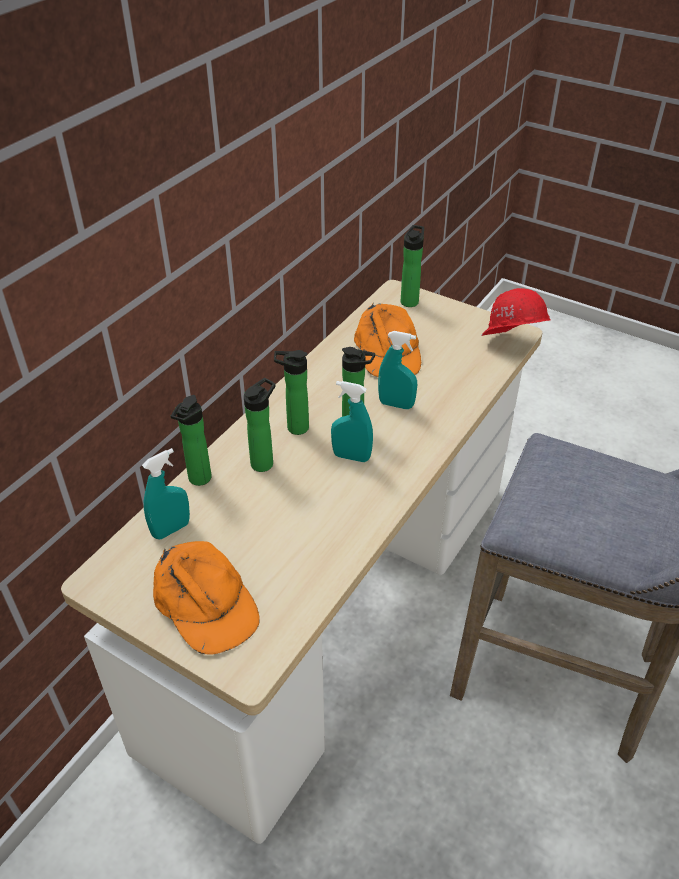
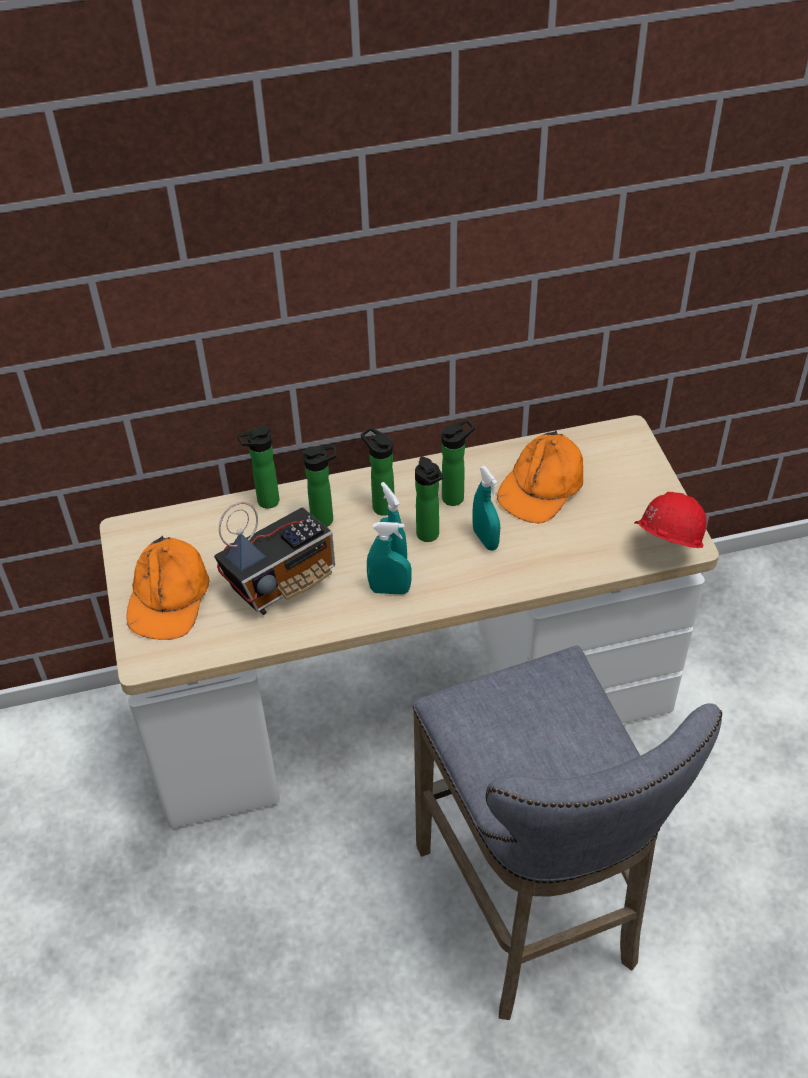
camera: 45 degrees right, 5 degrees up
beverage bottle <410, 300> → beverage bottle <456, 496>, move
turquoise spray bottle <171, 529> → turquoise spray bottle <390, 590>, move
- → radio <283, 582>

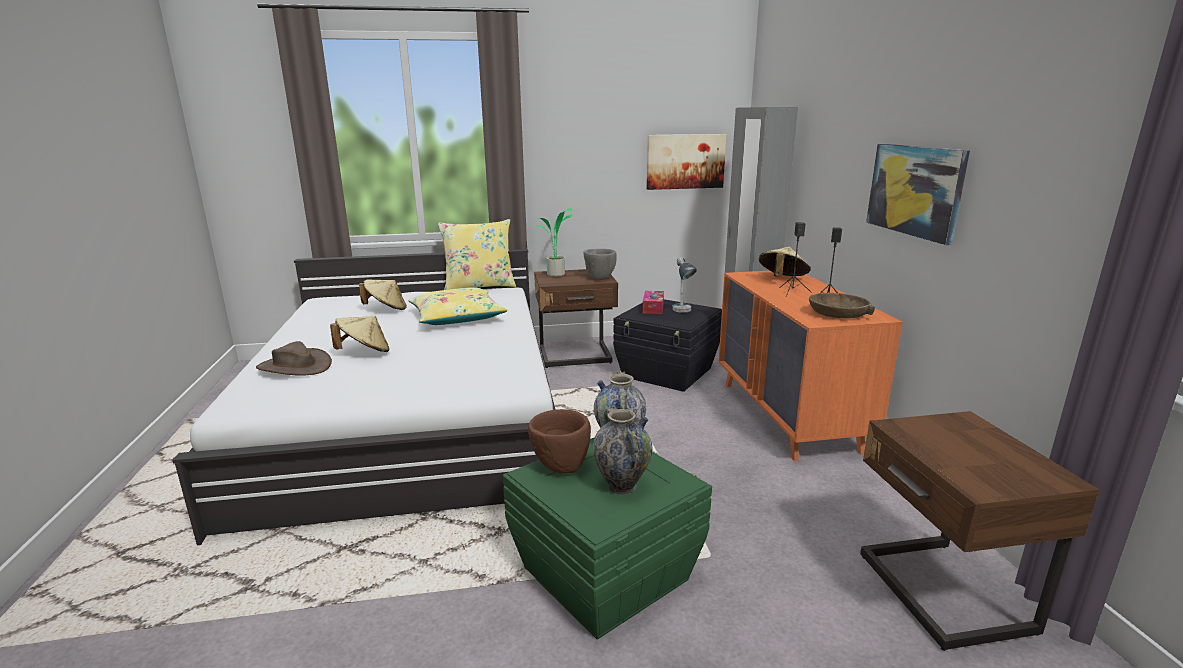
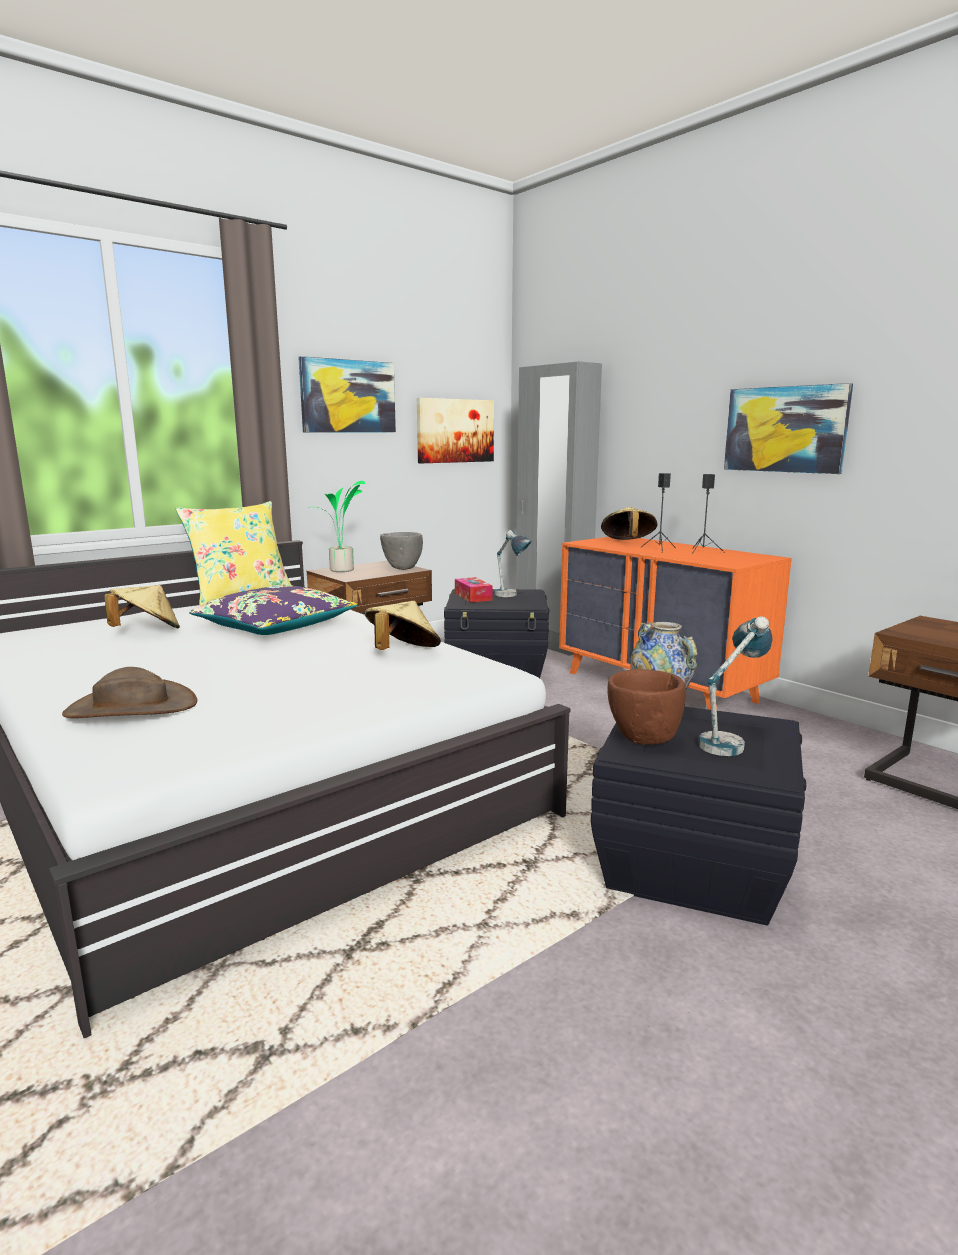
camera: 30 degrees left, 5 degrees down
yellow-coloured pillow <457, 317> → purple-coloured pillow <275, 626>
brown-coloured deep dish <838, 314> → -
beige wearable hat <364, 352> → beige wearable hat <402, 653>, move
flower vase <621, 486> → lamp for a table <729, 741>
green storage bin <605, 572> → black-coloured storage bin <690, 864>
- → wall art <348, 396>

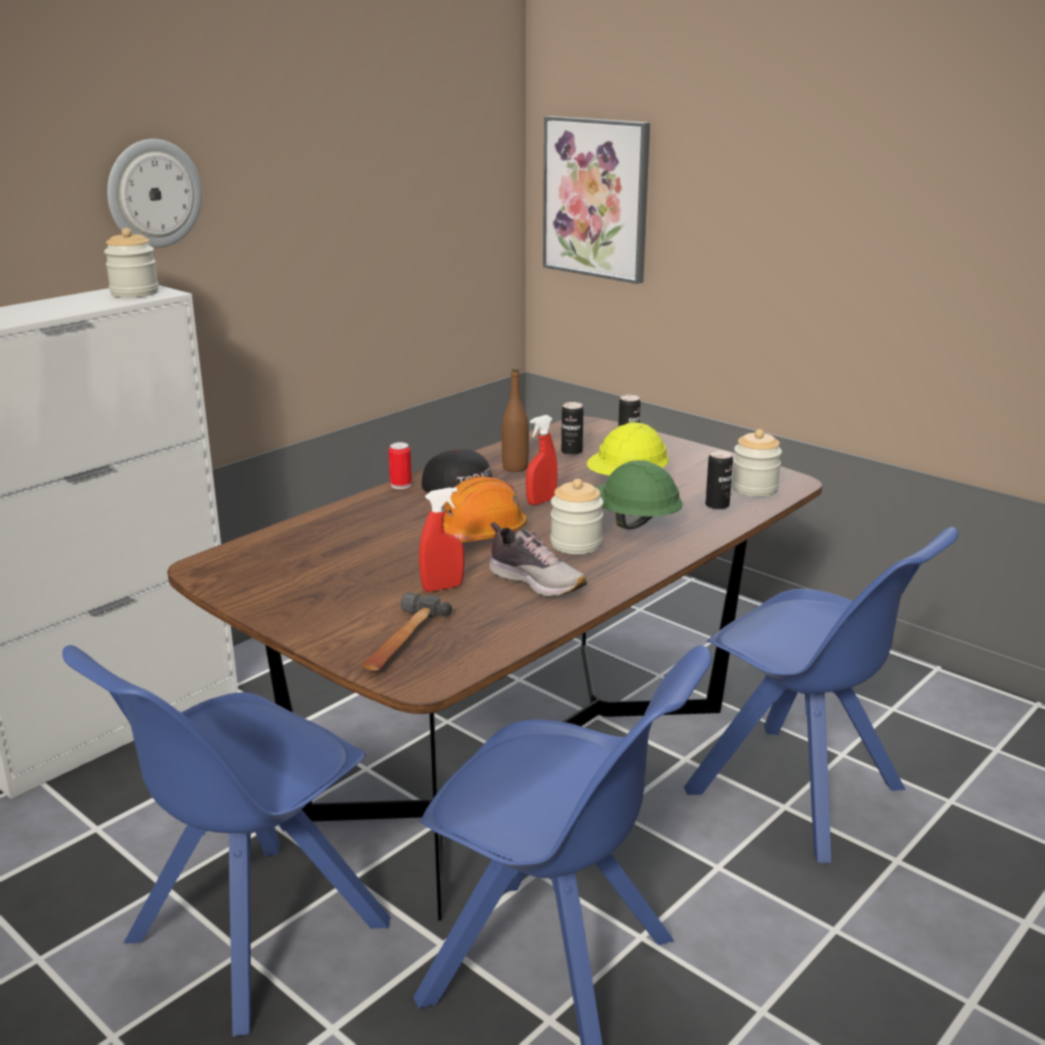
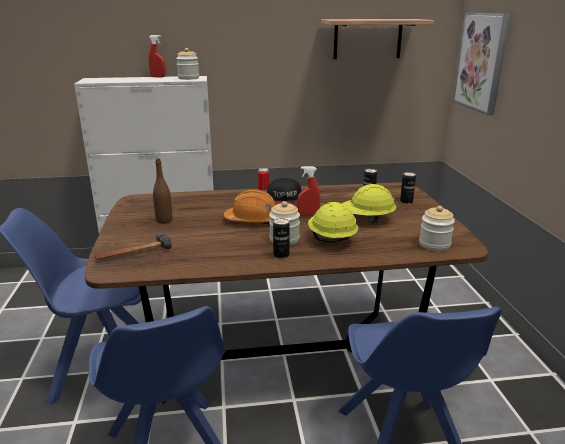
camera: 40 degrees right, 0 degrees up
clock on the wall <153, 193> → -
brown-coloured beverage bottle <515, 468> → brown-coloured beverage bottle <164, 221>, move
metal can <717, 505> → metal can <281, 255>, move
green safety helmet <633, 523> → yellow-coloured safety helmet <331, 239>
red spray bottle <442, 587> → red spray bottle <158, 77>, move
low shoe <537, 581> → -
- → shelf <367, 39>

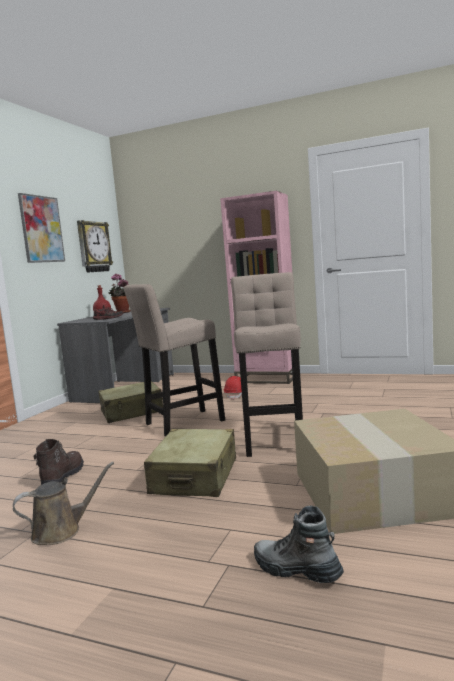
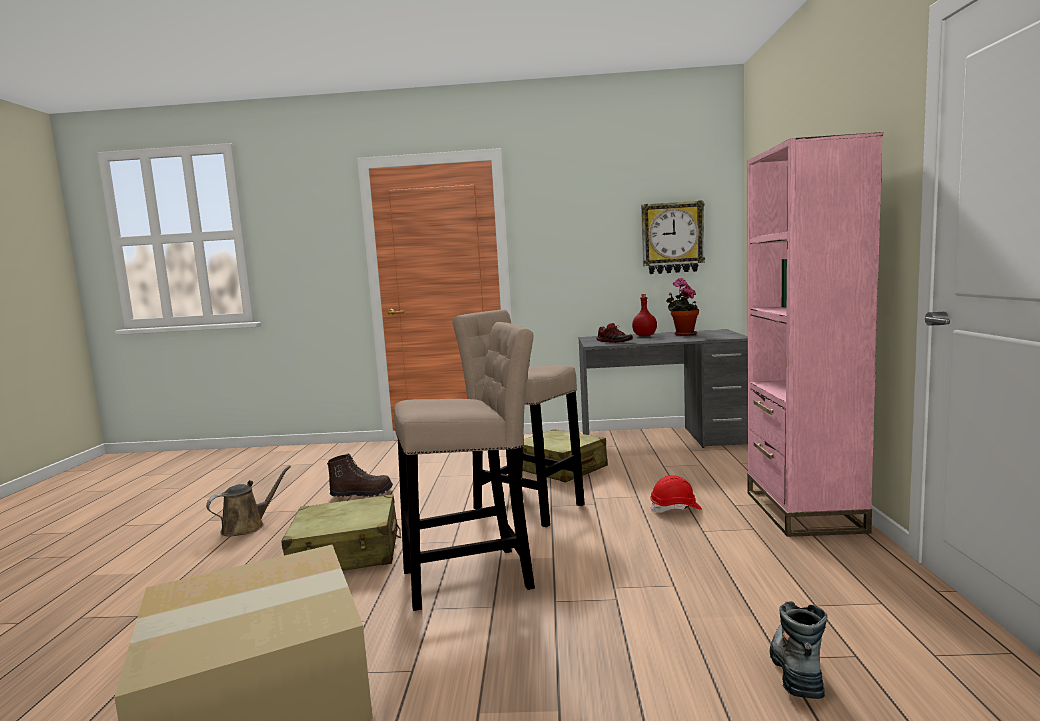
camera: 70 degrees right, 0 degrees up
wall art <41, 229> → -
brown-coloured watering can <61, 531> → brown-coloured watering can <247, 526>, 90 degrees counterclockwise
boot <296, 570> → boot <796, 670>, move

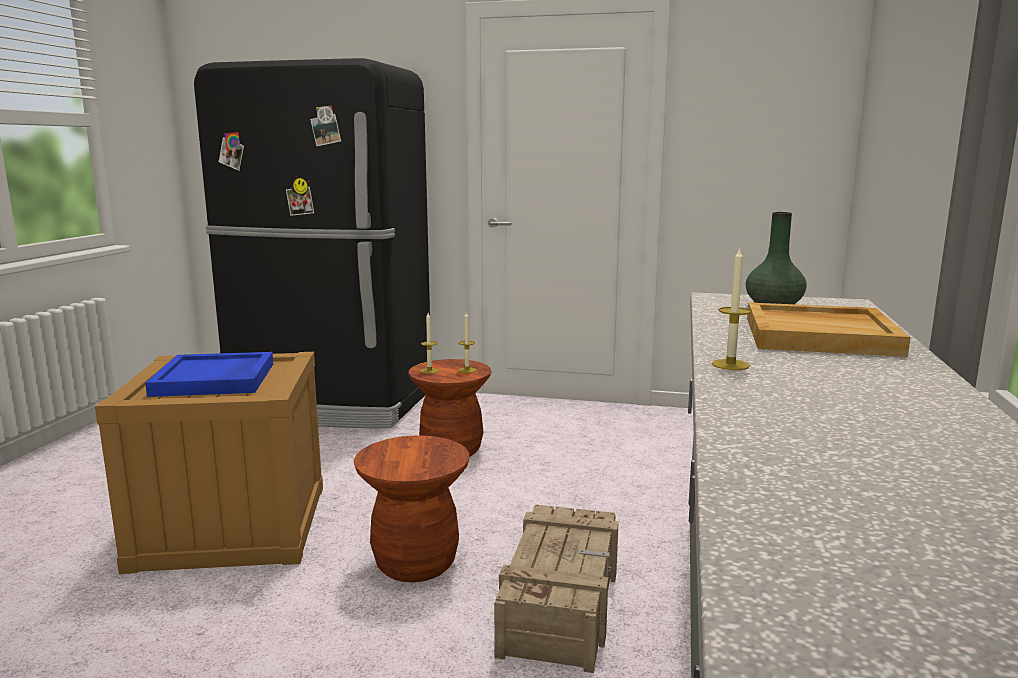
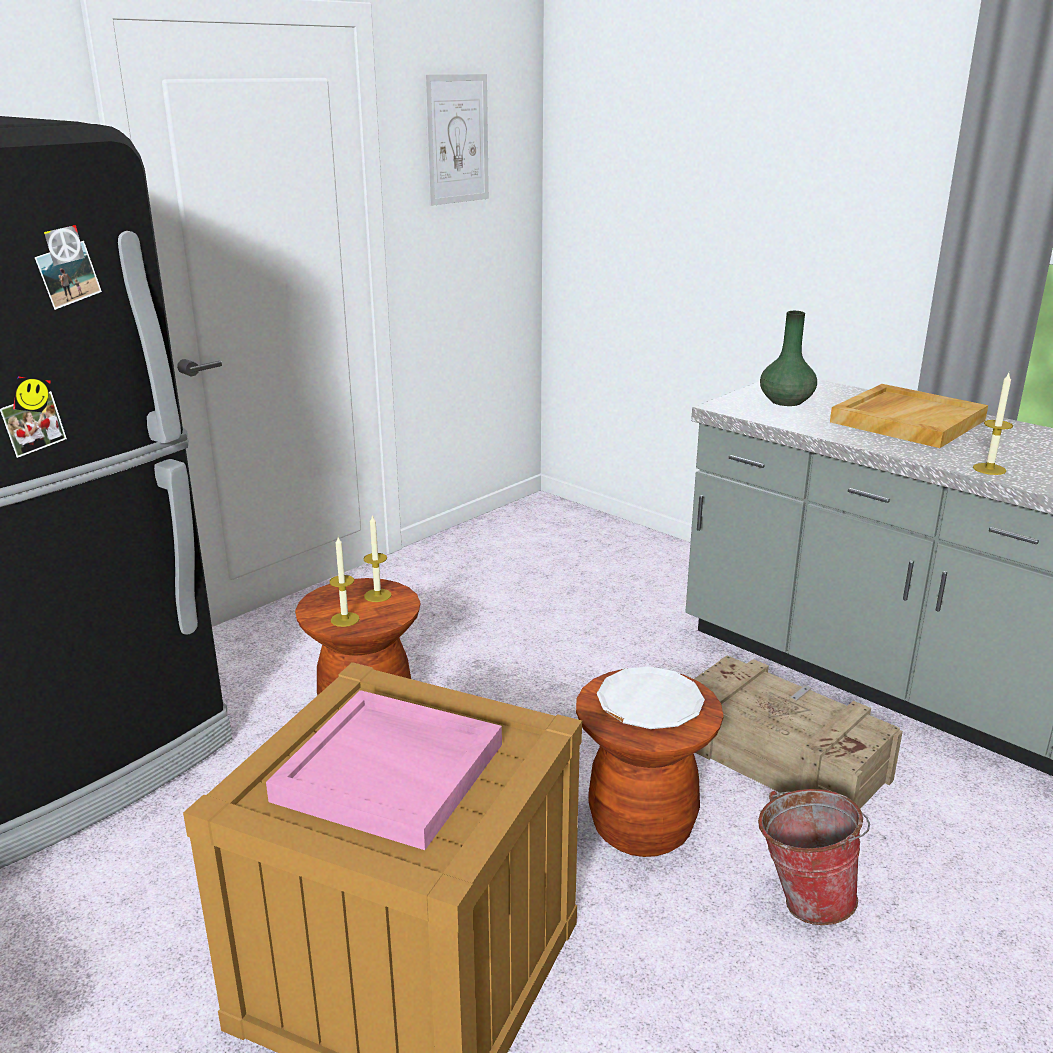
camera: 60 degrees left, 10 degrees up
bluish carrying tray <215, 379> → pink-coloured carrying tray <392, 771>
- → wall art <457, 139>
- → whitish plate <649, 704>
- → water bucket <802, 898>

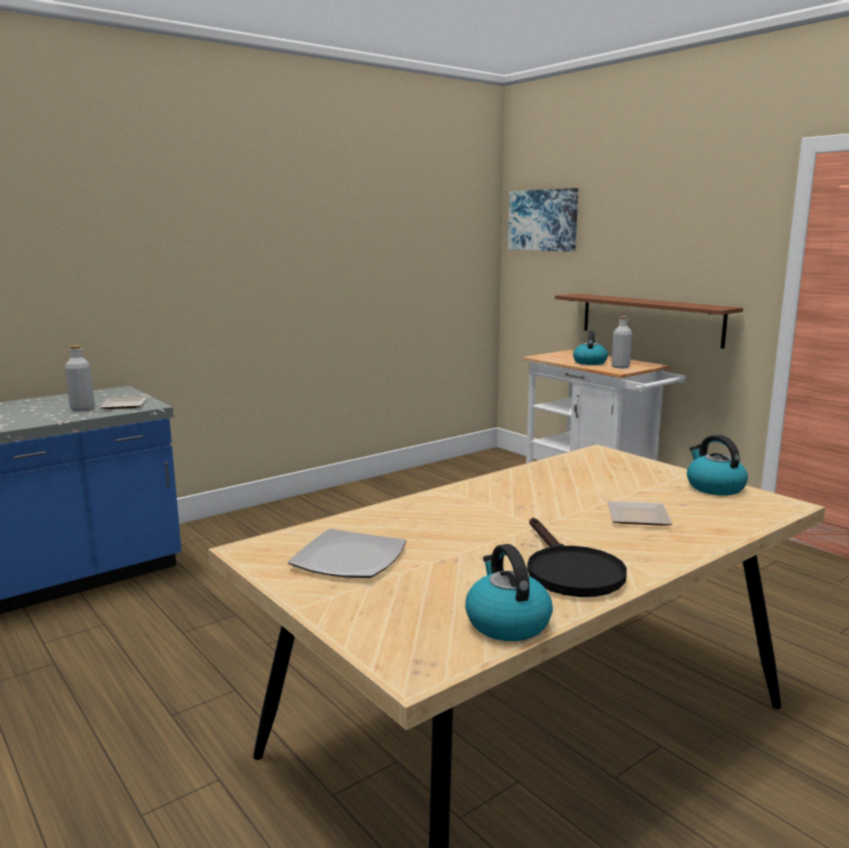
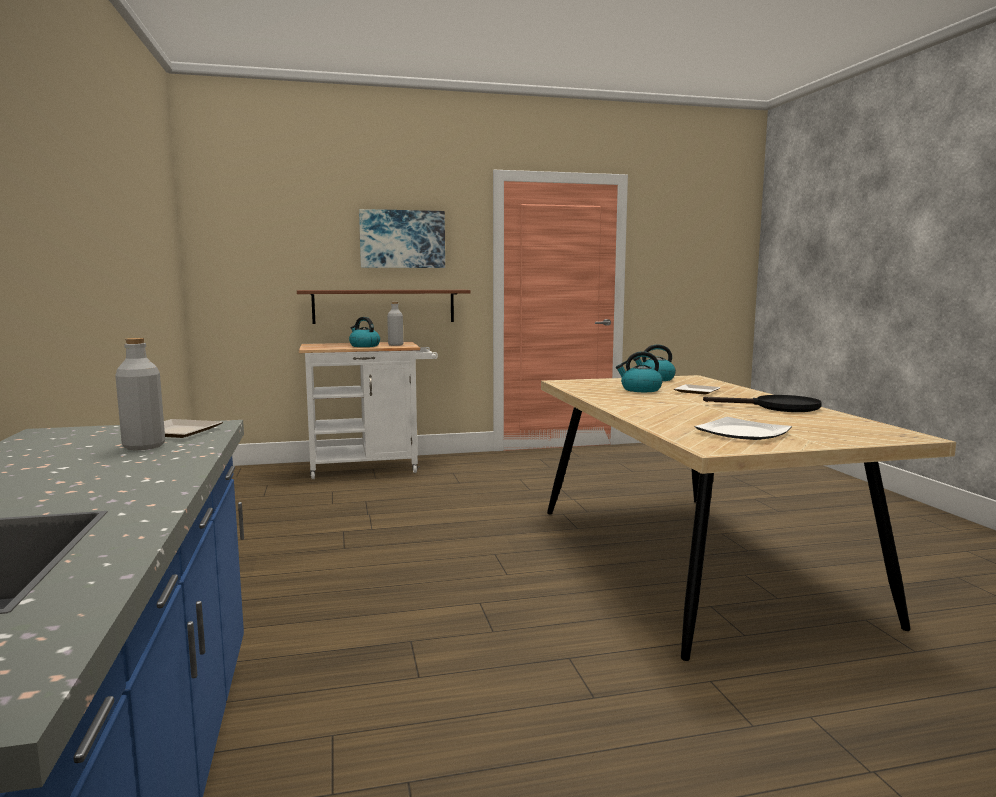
camera: 65 degrees left, 5 degrees down
wall art <543, 220> → wall art <402, 239>, move
tea kettle <506, 622> → tea kettle <640, 390>, move

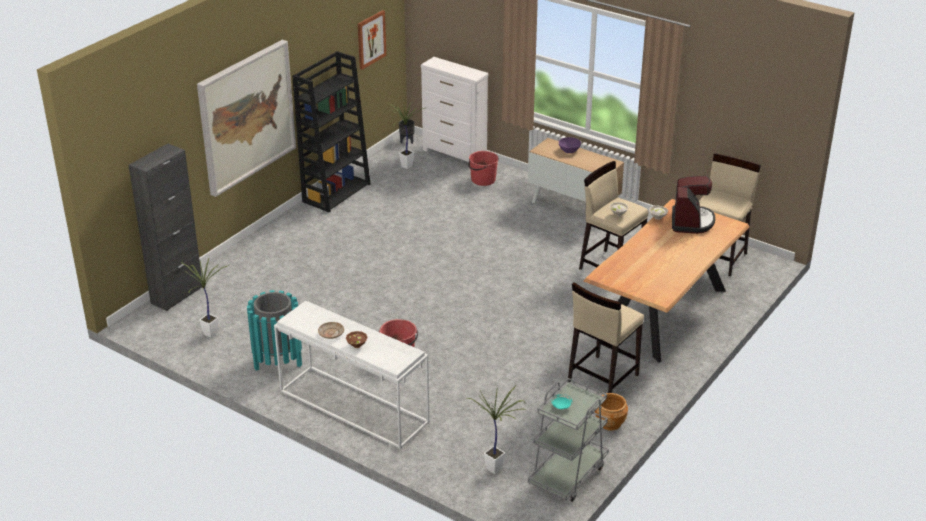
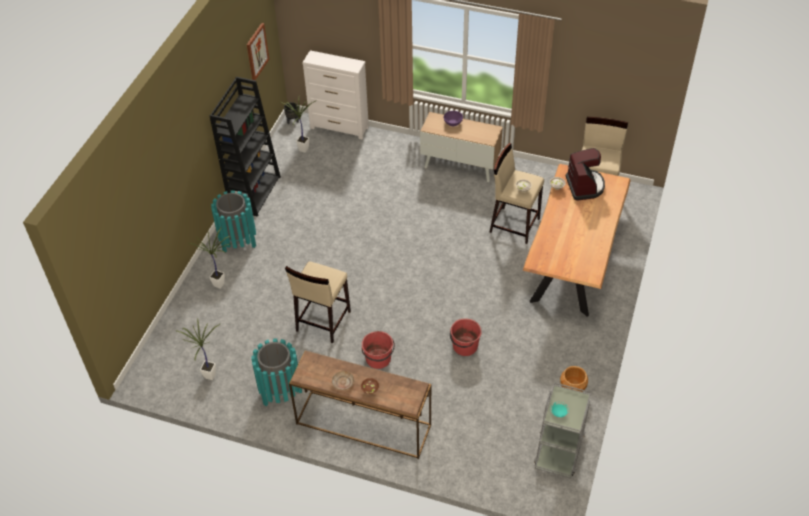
camera: 15 degrees left, 15 degrees up
wall art <246, 116> → -
black-coloured cabinet <177, 295> → -
red water bucket <482, 180> → red water bucket <464, 346>, move
beige sitting stool <602, 378> → beige sitting stool <322, 321>, move
whitish hall table <352, 407> → brown-coloured hall table <362, 425>
plant in a pot <497, 468> → plant in a pot <221, 284>, move
- → turquoise trash can <238, 241>

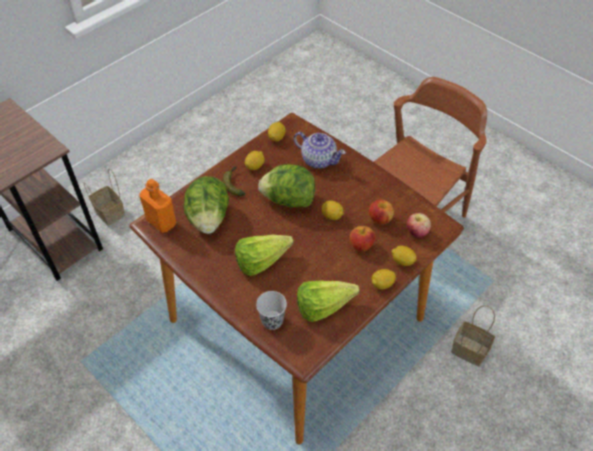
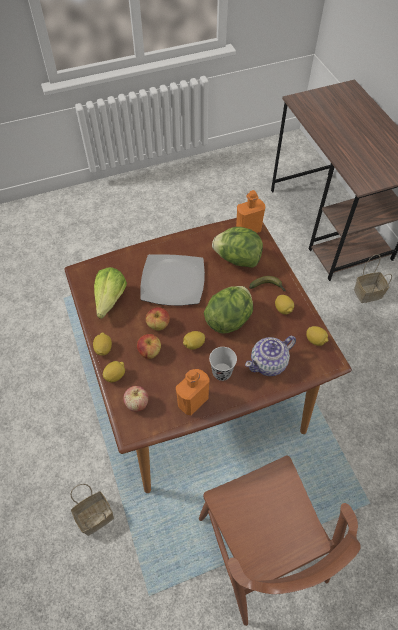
camera: 115 degrees right, 5 degrees up
apple fruit <379, 219> → apple fruit <158, 325>, move
lettuce <266, 261> → plate <173, 281>
black-coloured cup <272, 321> → black-coloured cup <222, 372>, move
- → orange-coloured beverage bottle <193, 401>

